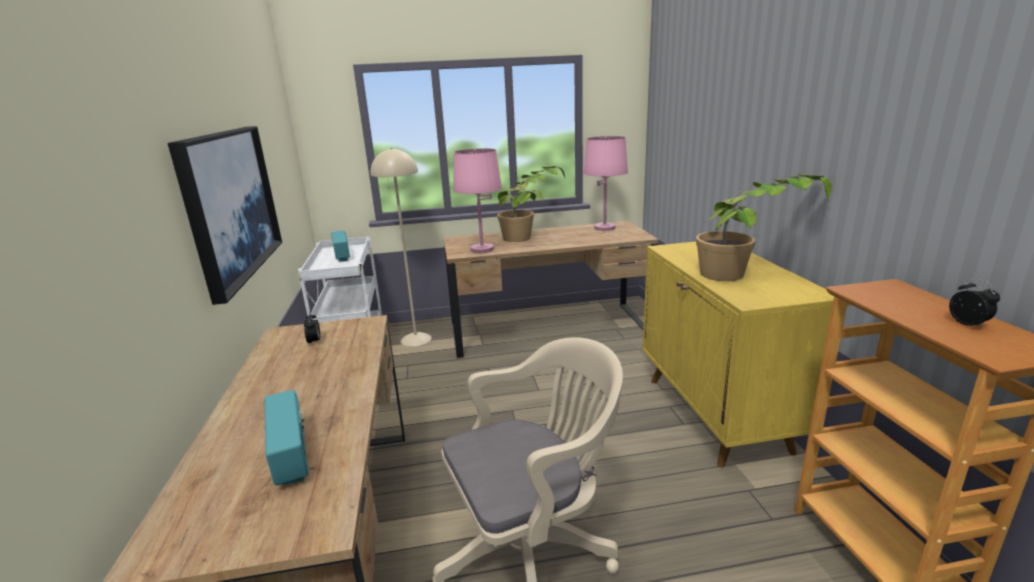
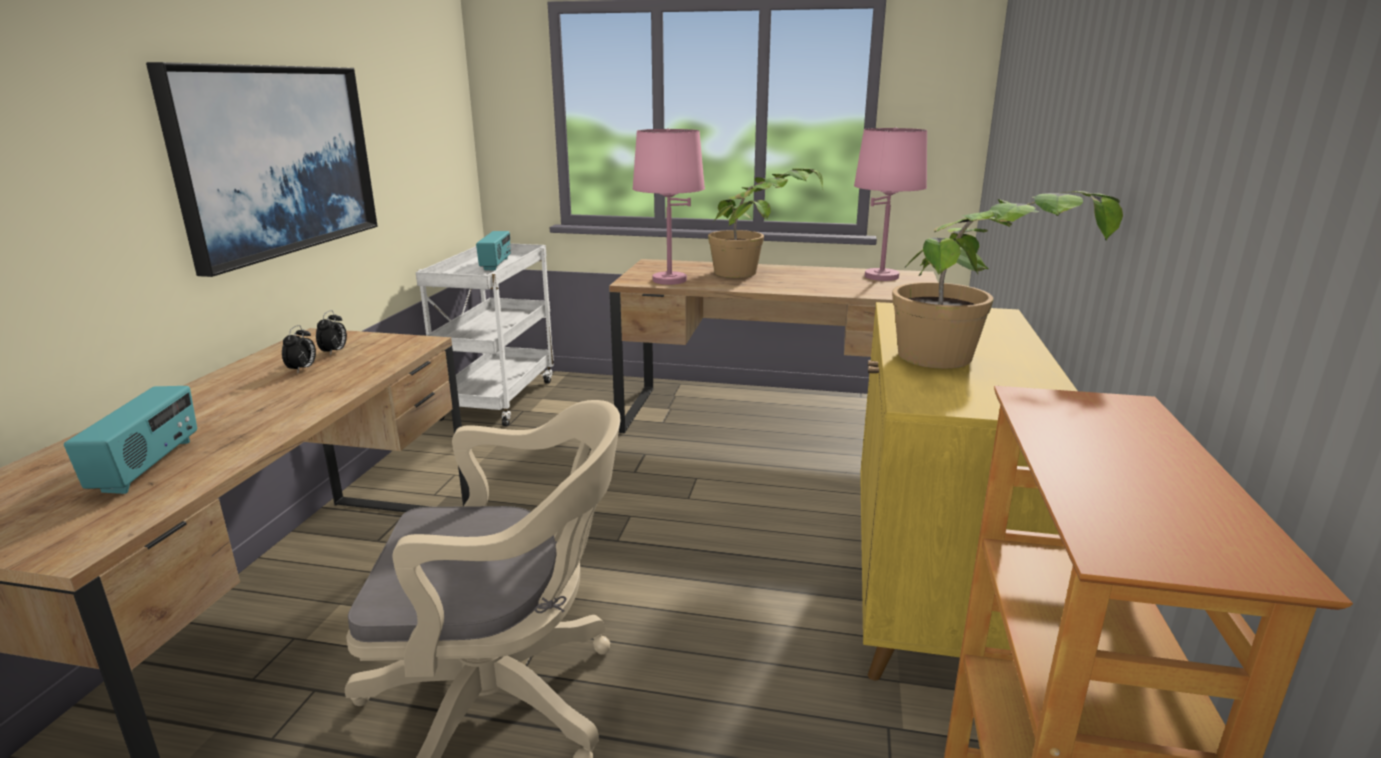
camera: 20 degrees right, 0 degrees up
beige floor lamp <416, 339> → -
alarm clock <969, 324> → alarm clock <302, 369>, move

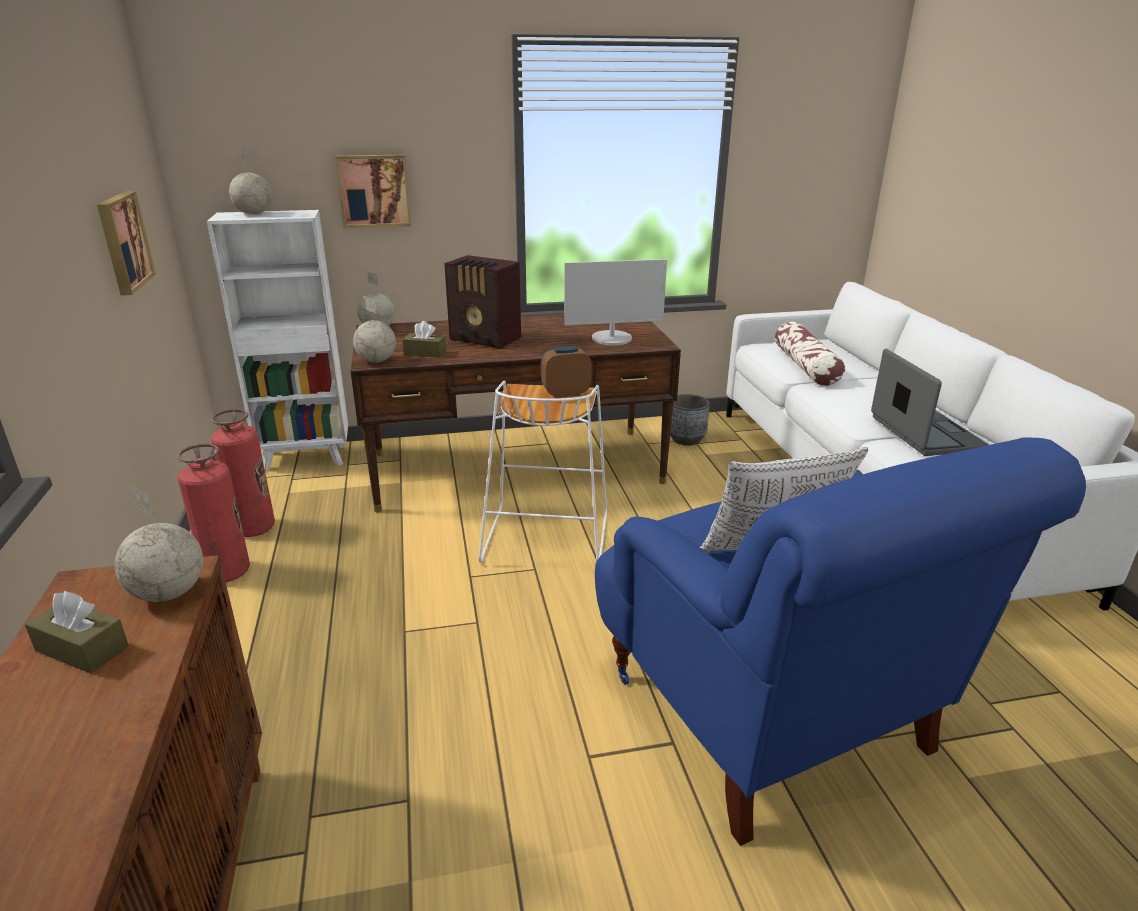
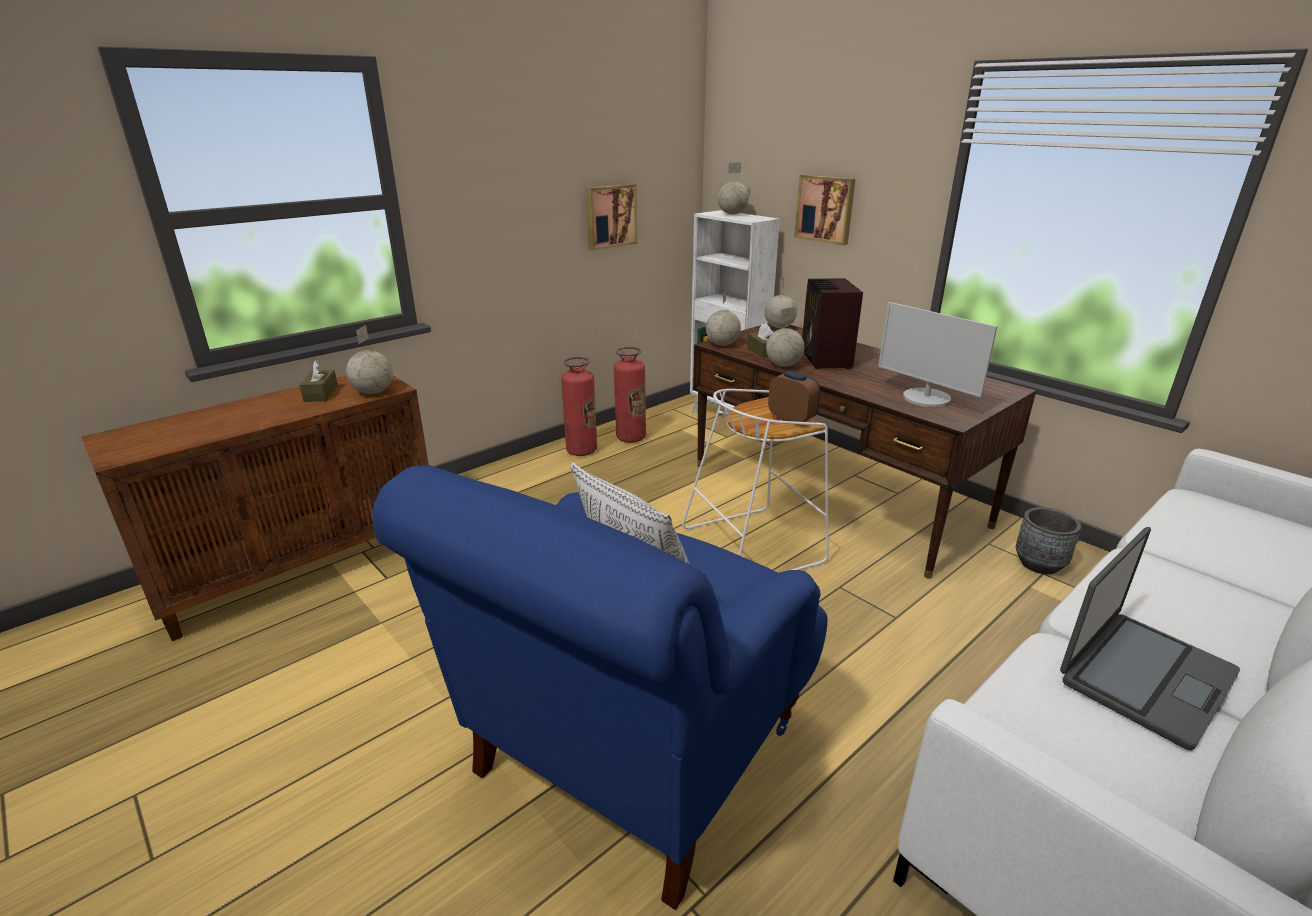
camera: 60 degrees right, 0 degrees up
pillow <805, 366> → -
- → globe <784, 365>

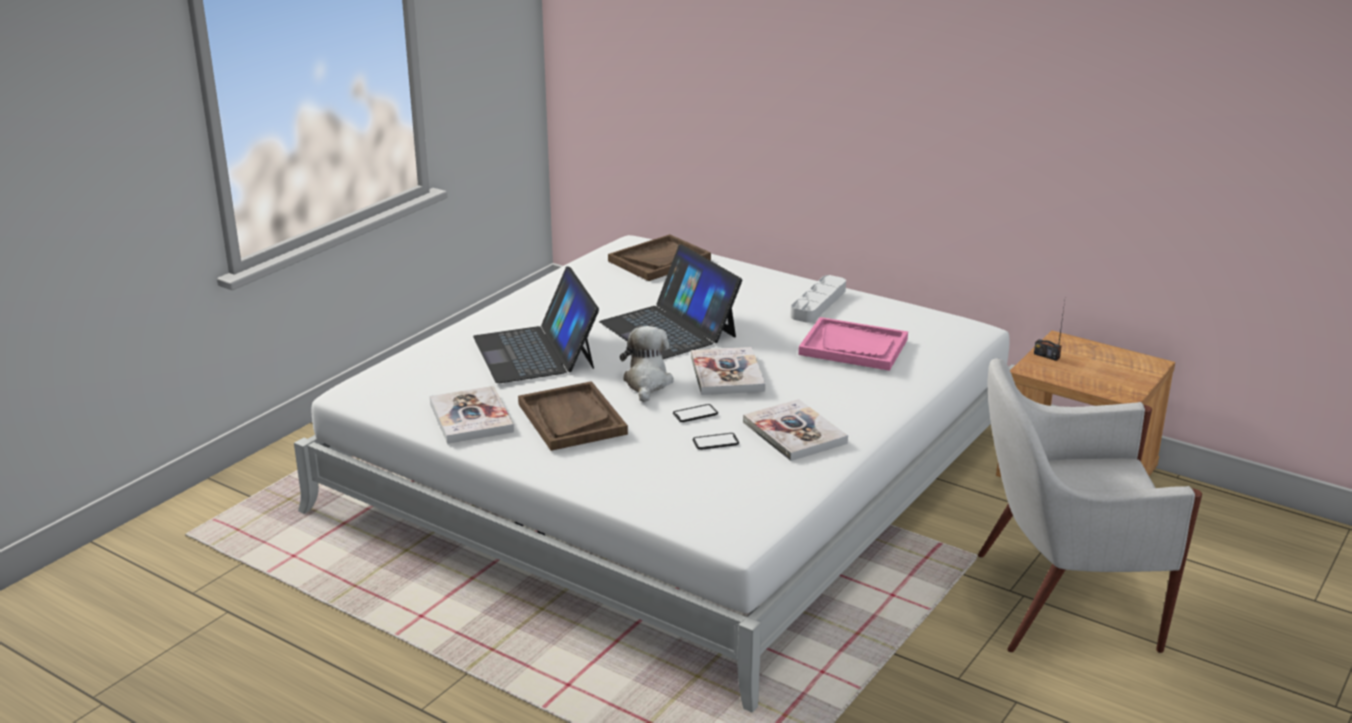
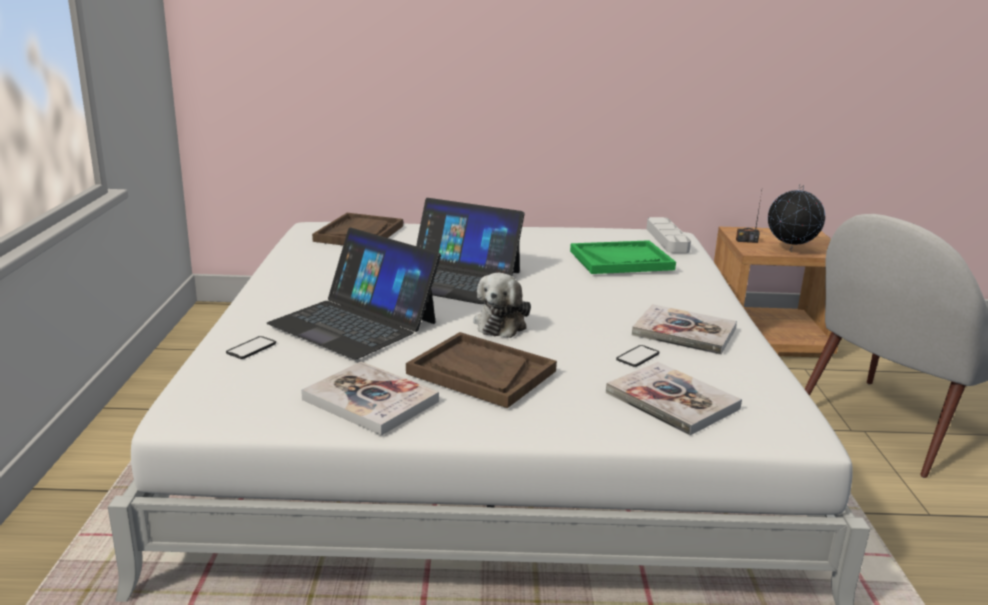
camera: 35 degrees left, 5 degrees down
greyish carrying tray <818, 303> → greyish carrying tray <667, 239>, move
pink-coloured carrying tray <853, 347> → green carrying tray <621, 260>
cuddly toy <647, 383> → cuddly toy <501, 324>, 135 degrees counterclockwise
book <727, 374> → book <672, 401>, move
phone <695, 414> → phone <251, 348>, move
- → globe <790, 250>

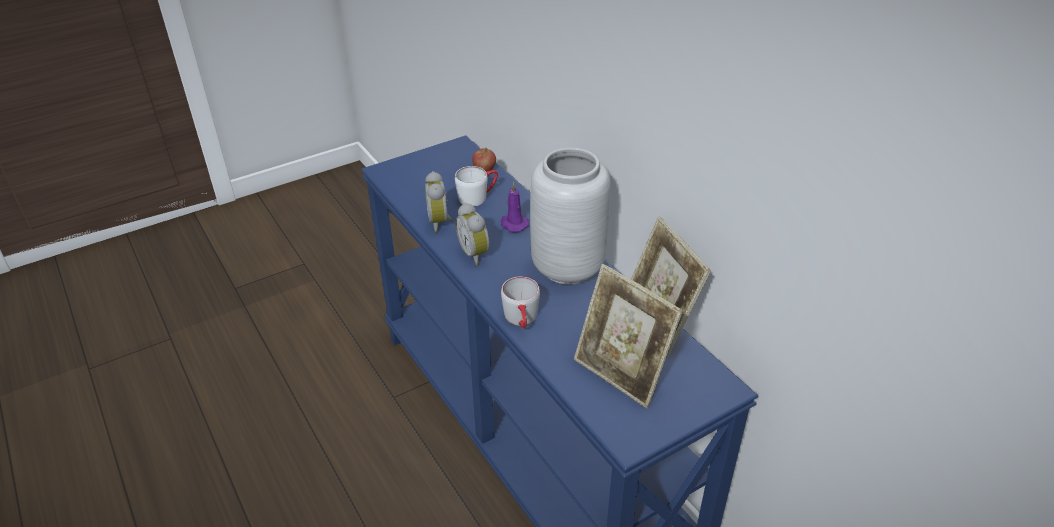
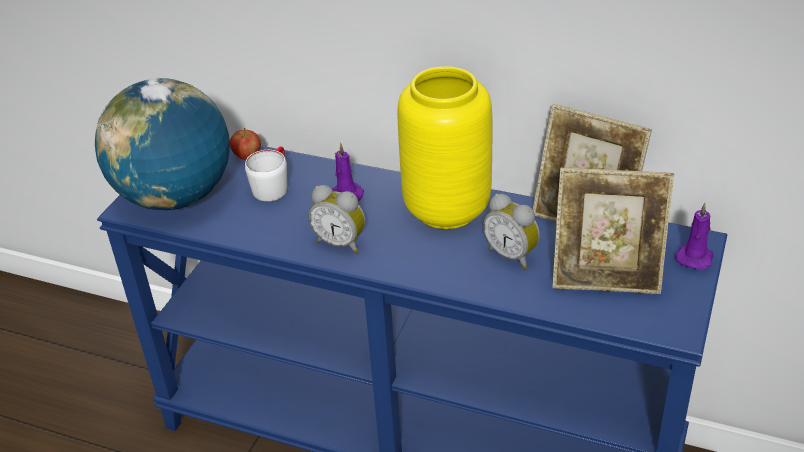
camera: 35 degrees left, 0 degrees up
greyish flower vase <568, 266> → yellow-coloured flower vase <445, 208>
alarm clock <440, 222> → alarm clock <512, 255>, move
greyish tea mug <522, 320> → -
- → globe <176, 197>
- → purple-coloured candle <695, 257>

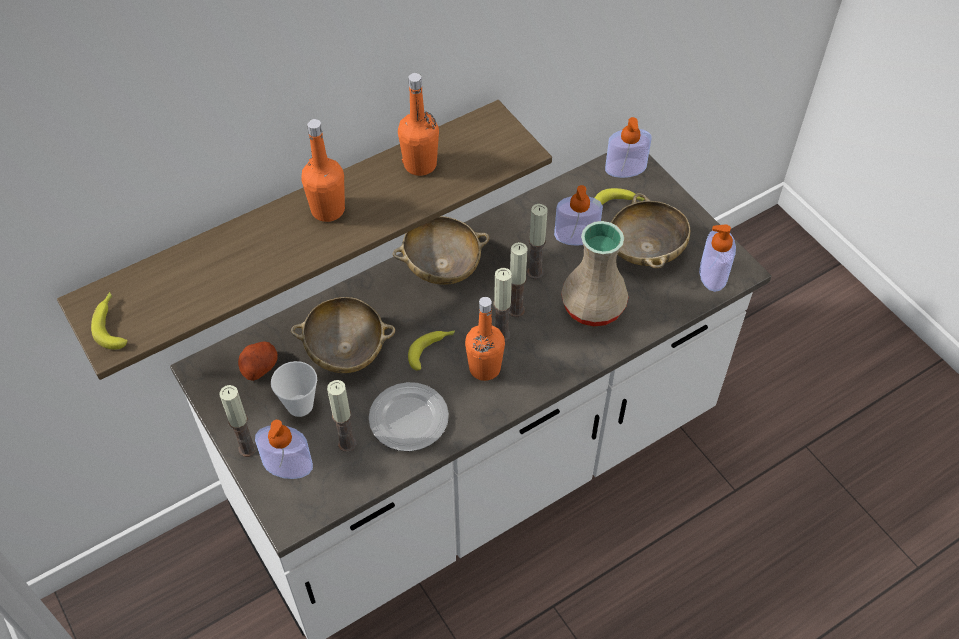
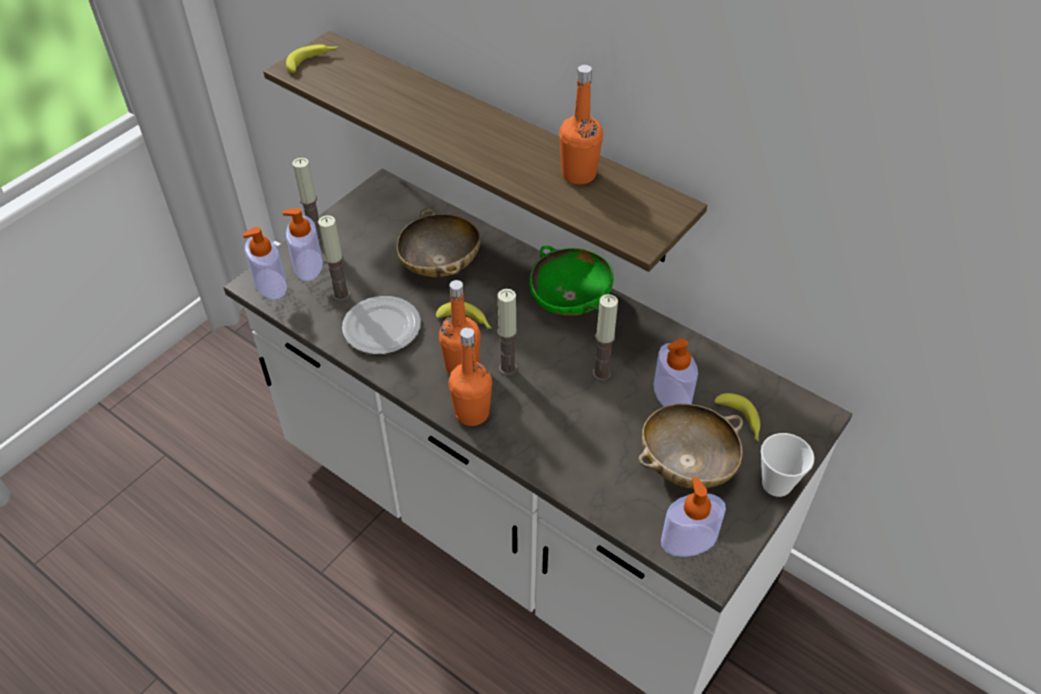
camera: 70 degrees right, 5 degrees down
soap bottle <625, 168> → soap bottle <270, 284>, move
orange-coloured beverage bottle <328, 210> → orange-coloured beverage bottle <472, 413>, move
beige deep dish <442, 266> → green deep dish <570, 300>
beige flower vase <593, 305> → -
candle <516, 310> → -
potato <259, 366> → -
cup <300, 405> → cup <776, 484>, move

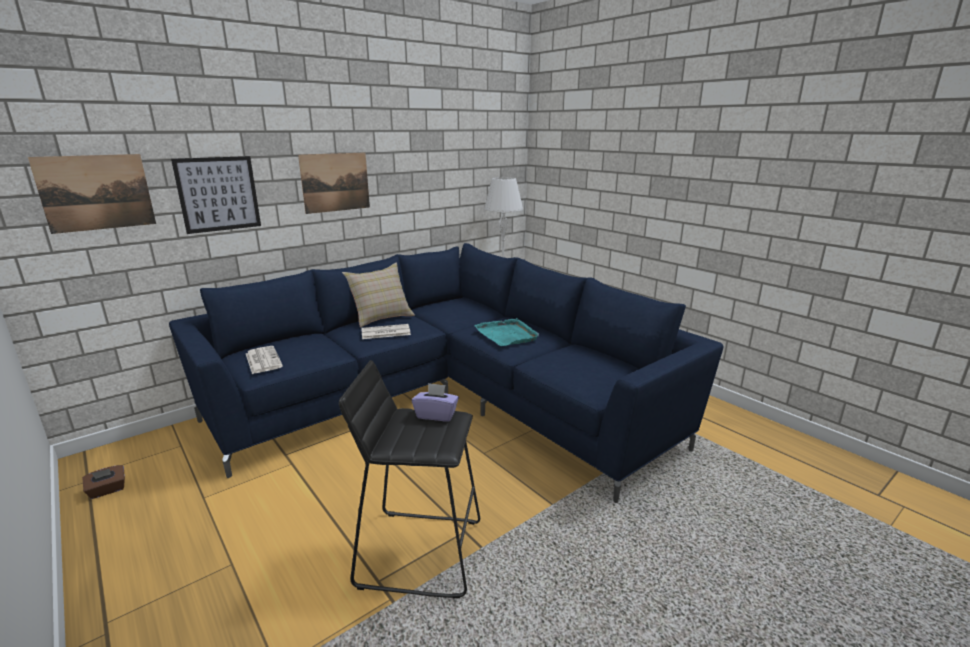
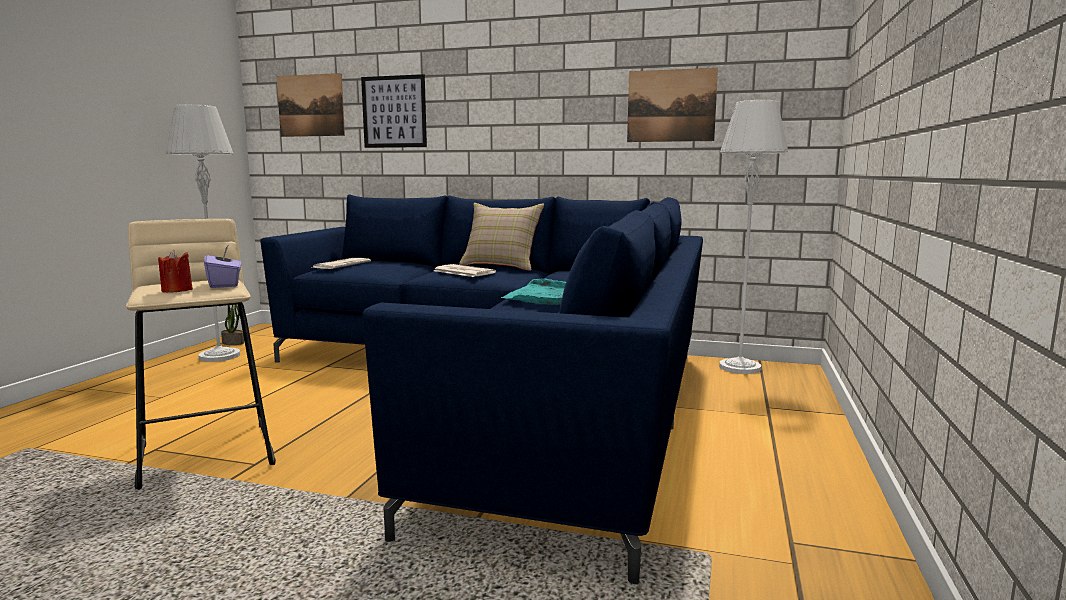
camera: 55 degrees right, 10 degrees down
wall art <335, 182> → wall art <671, 106>, move
black-coloured sitting stool <419, 551> → beige sitting stool <207, 453>
brown-coloured box of tissues <107, 490> → plant in a pot <233, 343>
- → greyish floor lamp <219, 356>
- → red candle <177, 290>

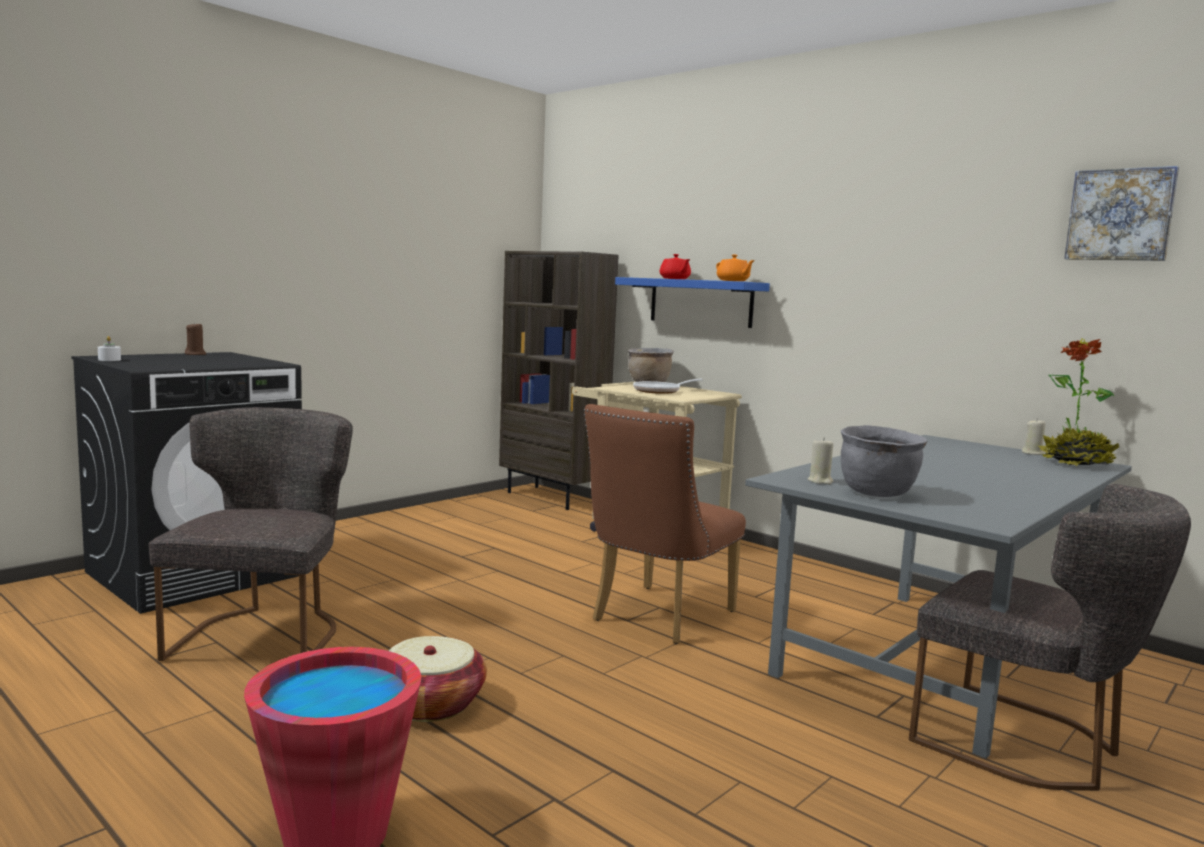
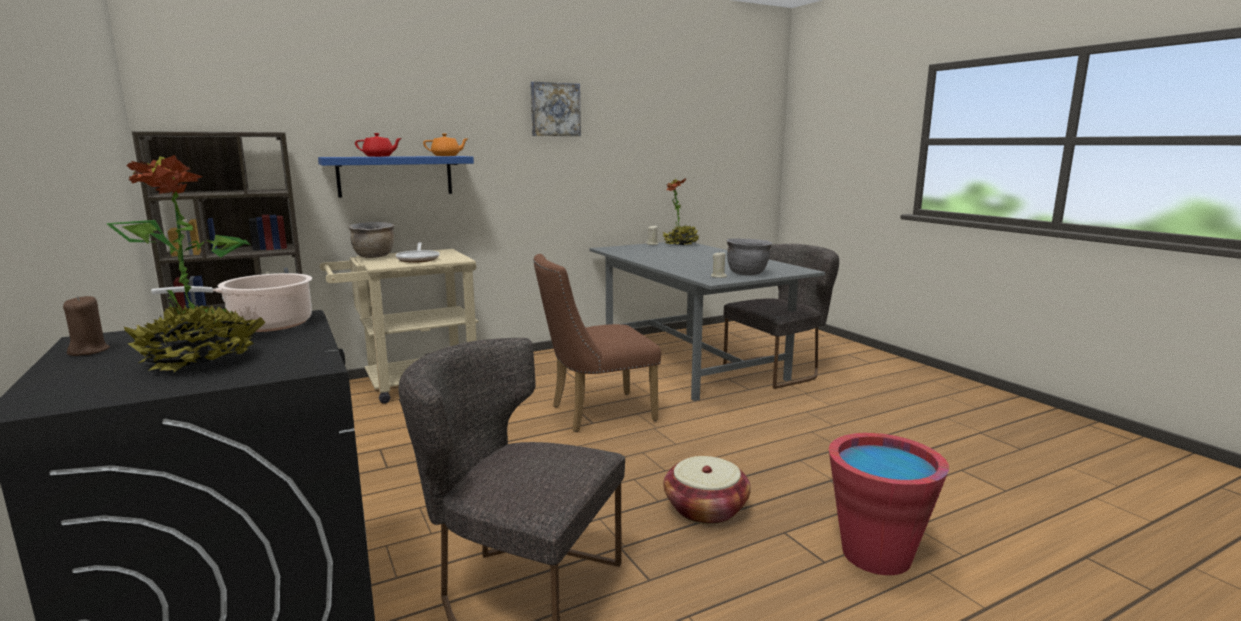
camera: 70 degrees left, 5 degrees up
wall art <1120, 215> → wall art <554, 109>, move
whitish candle <109, 360> → -
brown-coloured upright chair <656, 618> → brown-coloured upright chair <595, 413>, 105 degrees clockwise
- → plant in a pot <201, 360>
- → stockpot <265, 325>

